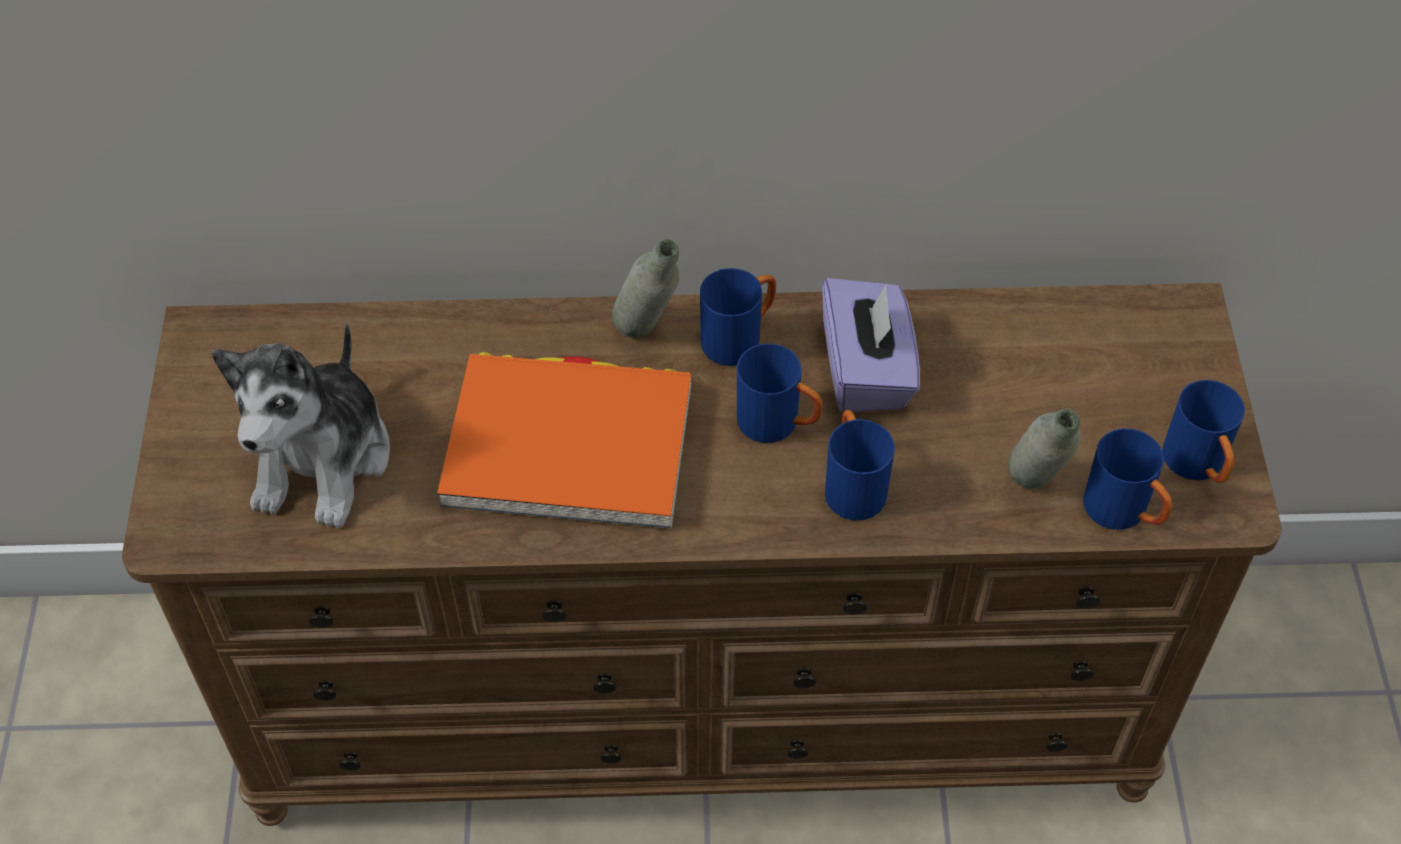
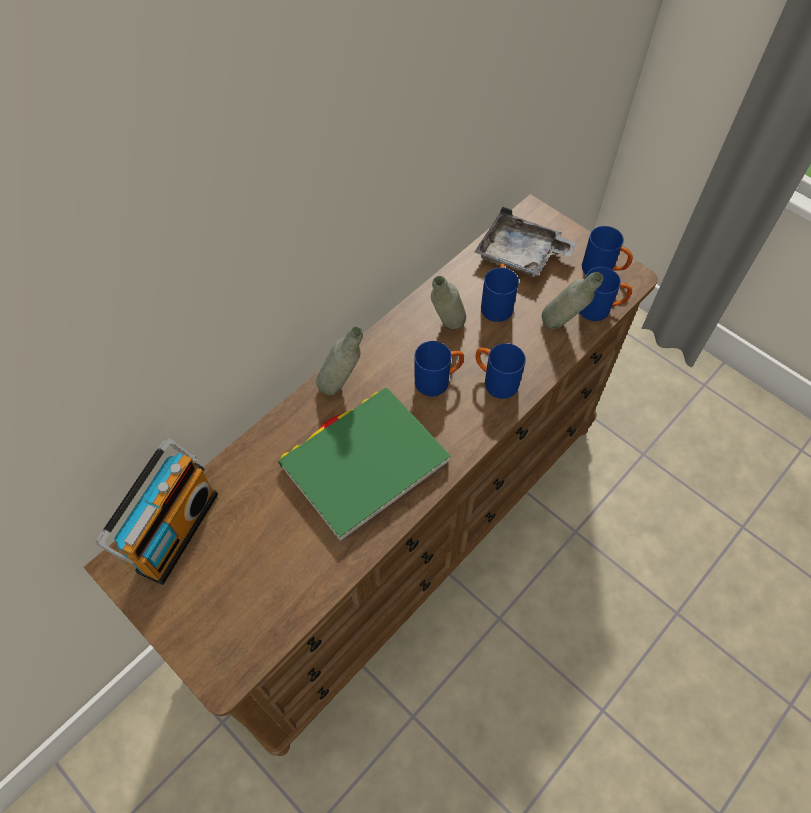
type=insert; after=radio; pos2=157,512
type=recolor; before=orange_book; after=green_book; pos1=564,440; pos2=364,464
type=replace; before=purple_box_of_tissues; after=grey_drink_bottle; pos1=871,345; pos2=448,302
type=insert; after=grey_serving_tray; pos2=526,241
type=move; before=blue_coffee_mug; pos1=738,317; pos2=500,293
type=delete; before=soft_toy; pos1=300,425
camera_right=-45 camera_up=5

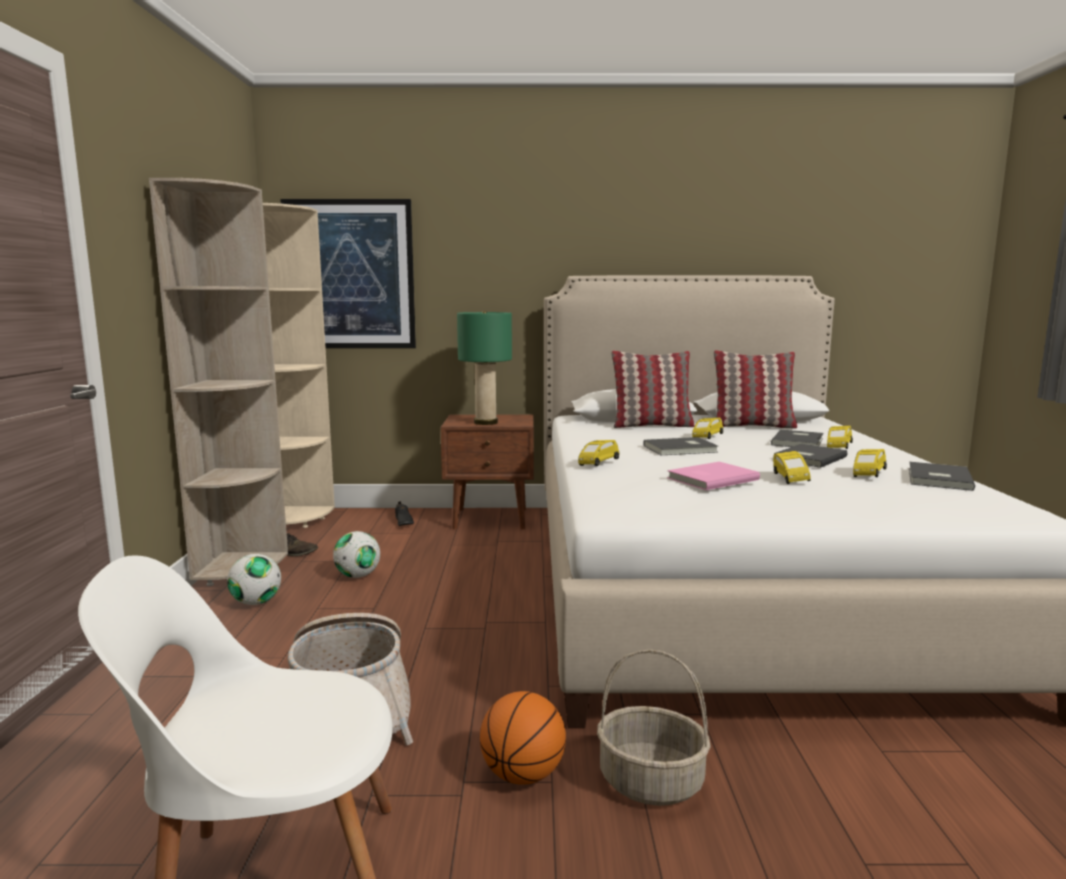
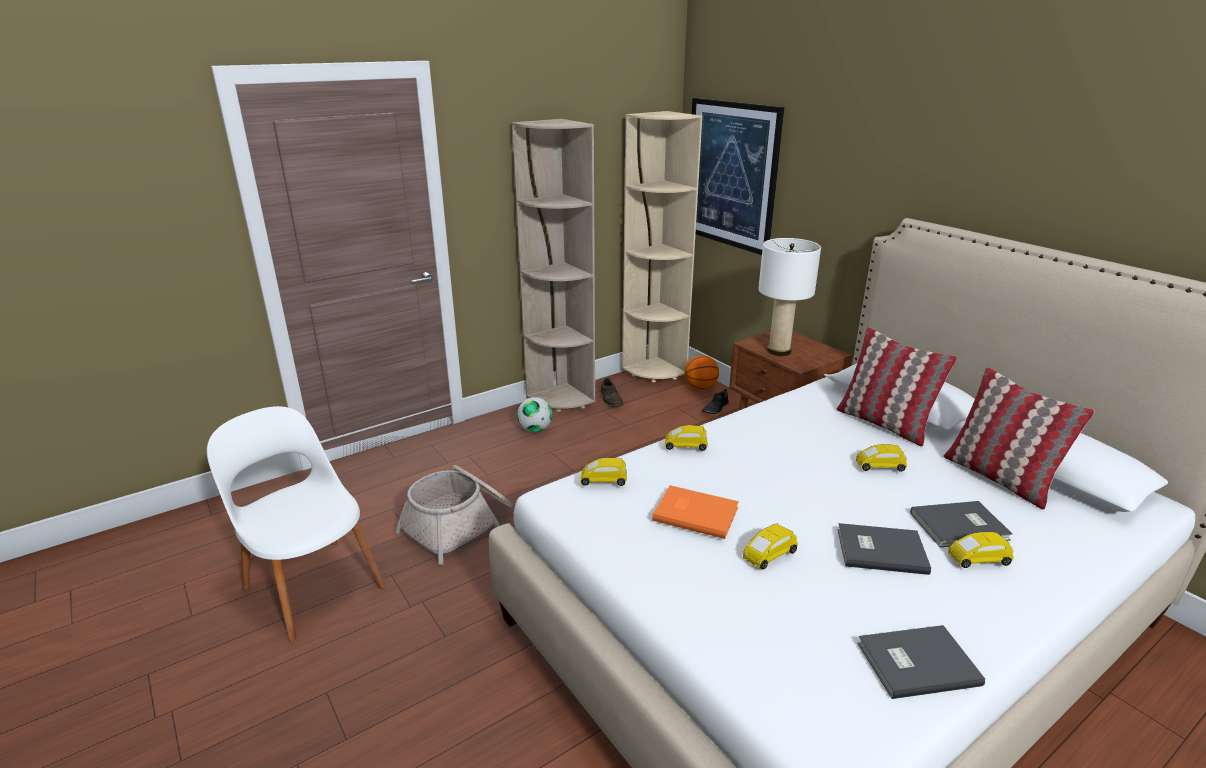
type=move; before=yellow-coloured_toy_car; pos1=870,463; pos2=603,471
type=recolor; before=pink_book; after=orange_book; pos1=713,476; pos2=695,512
type=move; before=basketball; pos1=523,738; pos2=701,372
type=recolor; before=green_lamp_for_a_table; after=white-coloured_lamp_for_a_table; pos1=484,368; pos2=789,297
type=delete; before=football_ball; pos1=356,554
type=delete; before=storage_basket; pos1=654,727
type=delete; before=grey_book; pos1=681,446
camera_right=55 camera_up=15

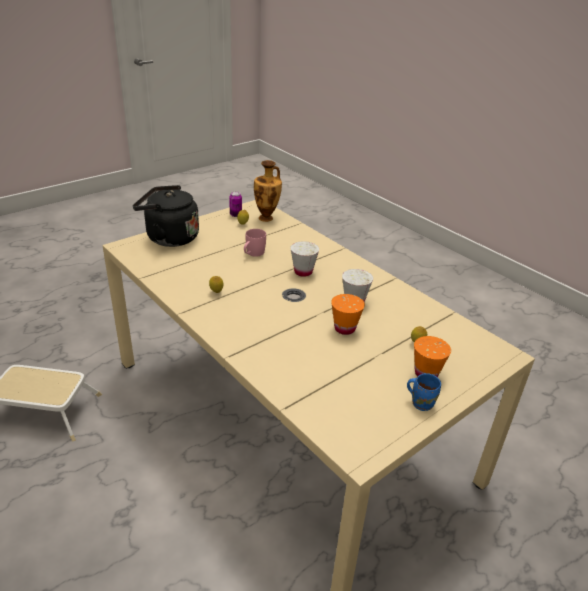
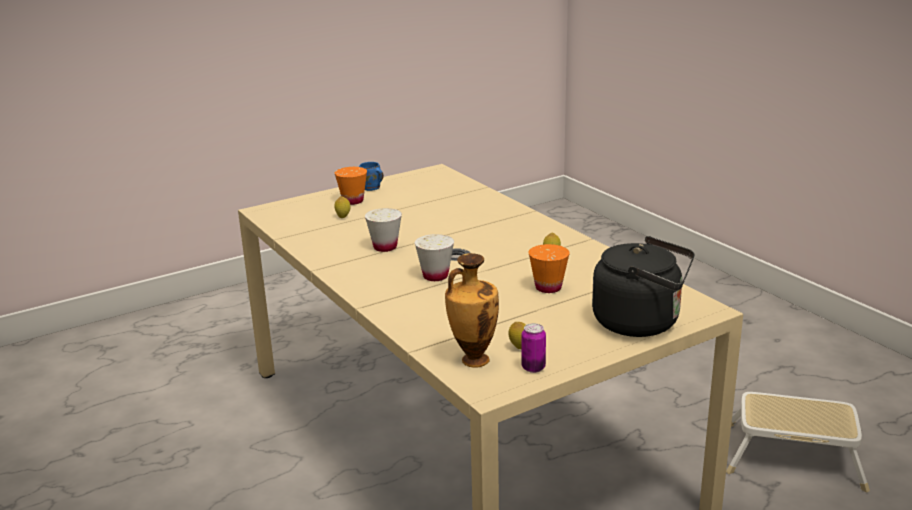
type=move; before=orange_small_cup; pos1=348,314; pos2=549,268
type=delete; before=pink_coffee_mug; pos1=255,243
camera_right=-170 camera_up=-10

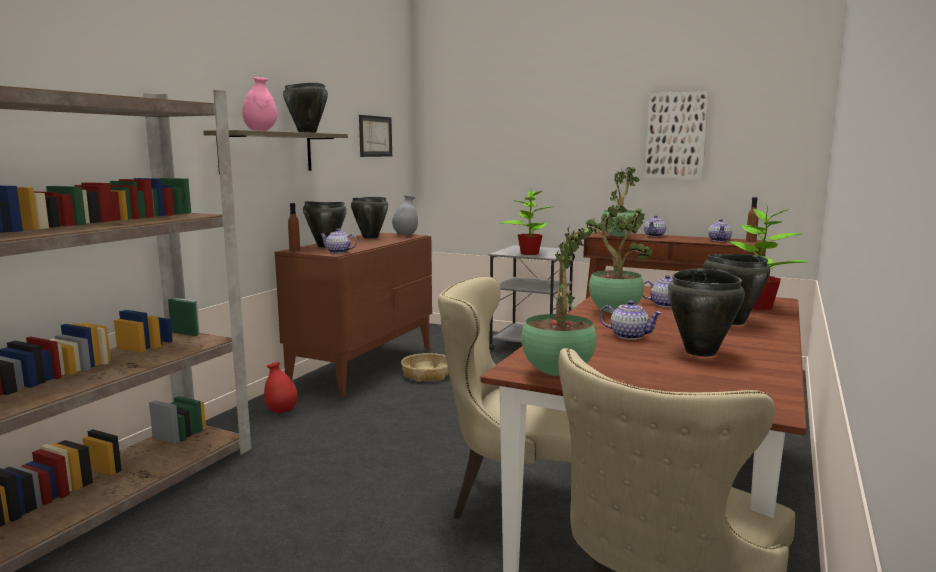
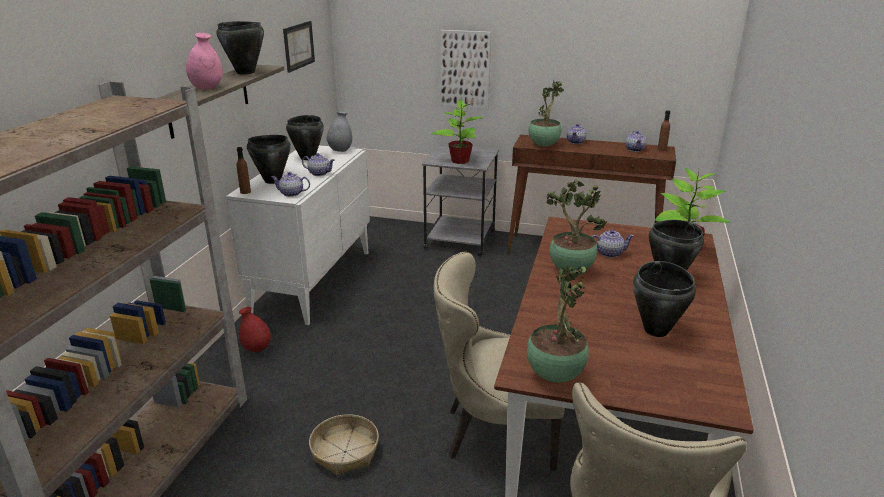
type=recolor; before=brown_cupboard; after=white-coloured_cupboard; pos1=353,315; pos2=298,235
type=move; before=pot_for_tea; pos1=630,320; pos2=318,164
type=move; before=storage_basket; pos1=425,367; pos2=344,445
type=move; before=wall_art; pos1=677,135; pos2=465,70
camera_right=-10 camera_up=15

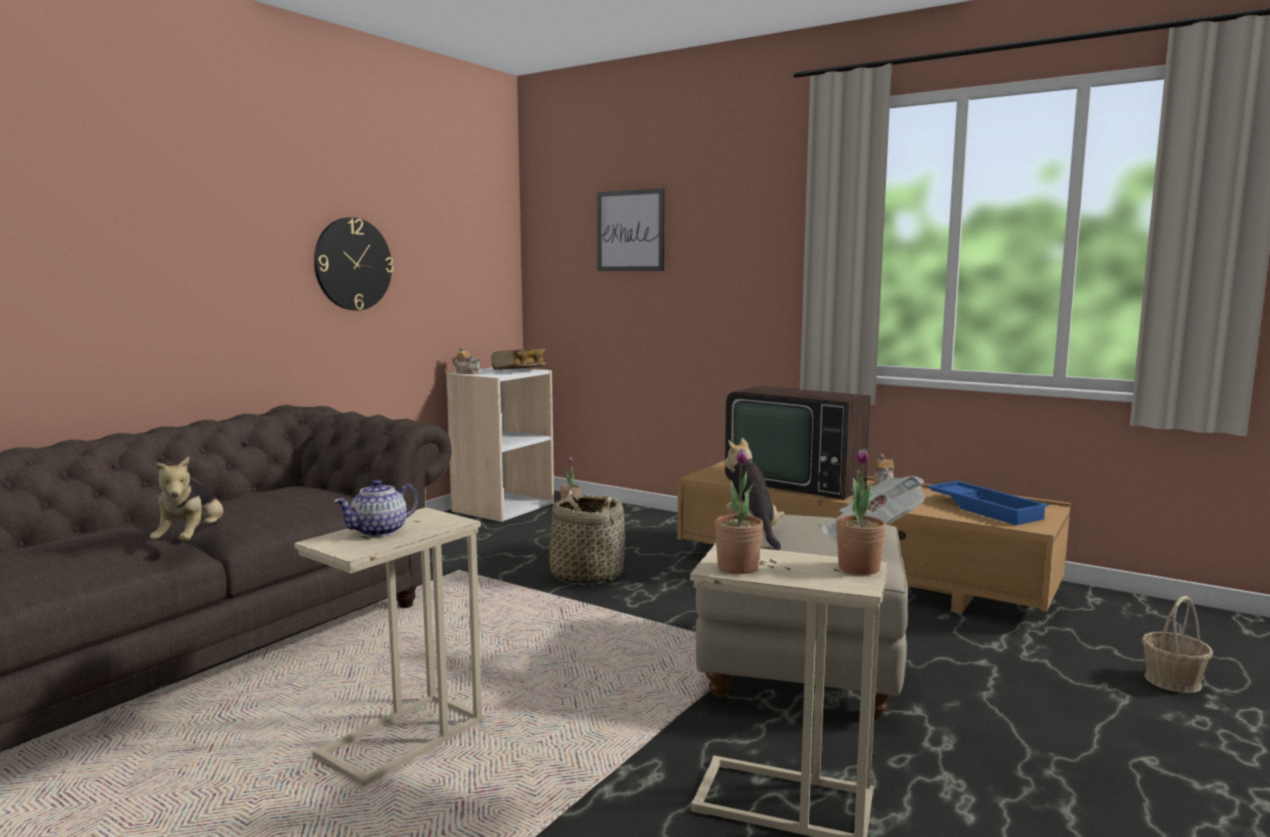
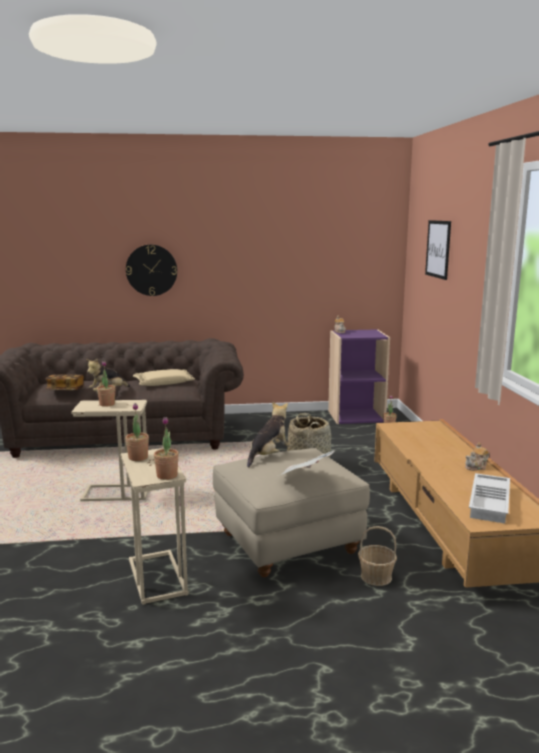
type=move; before=book; pos1=519,359; pos2=64,382
type=replace; before=pot_for_tea; after=houseplant; pos1=376,508; pos2=106,384
type=move; before=clock_on_the_wall; pos1=354,263; pos2=151,270
type=insert; after=sand-coloured_pillow; pos2=164,377
type=recolor; before=white-coloured_shelving_unit; after=purple_shelving_unit; pos1=500,445; pos2=359,376
type=move; before=storage_basket; pos1=1177,644; pos2=377,556
type=recolor; before=blue_serving_tray; after=white-coloured_serving_tray; pos1=988,503; pos2=489,498
type=delete; before=television; pos1=798,443
camera_right=50 camera_up=5

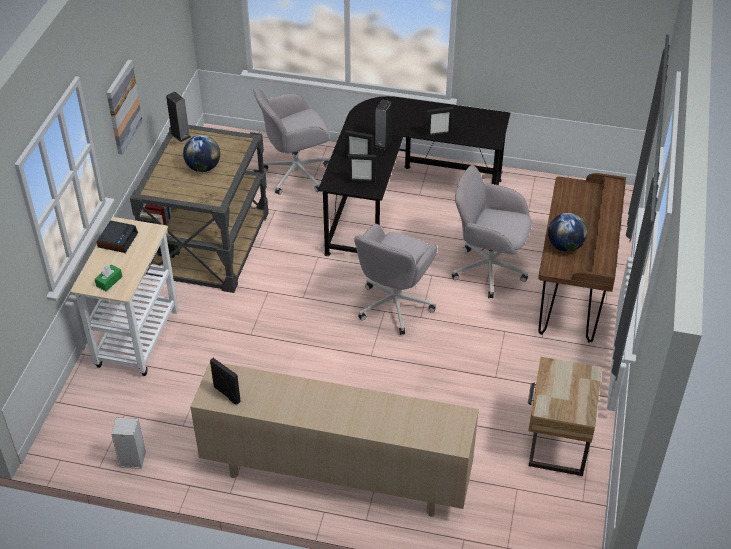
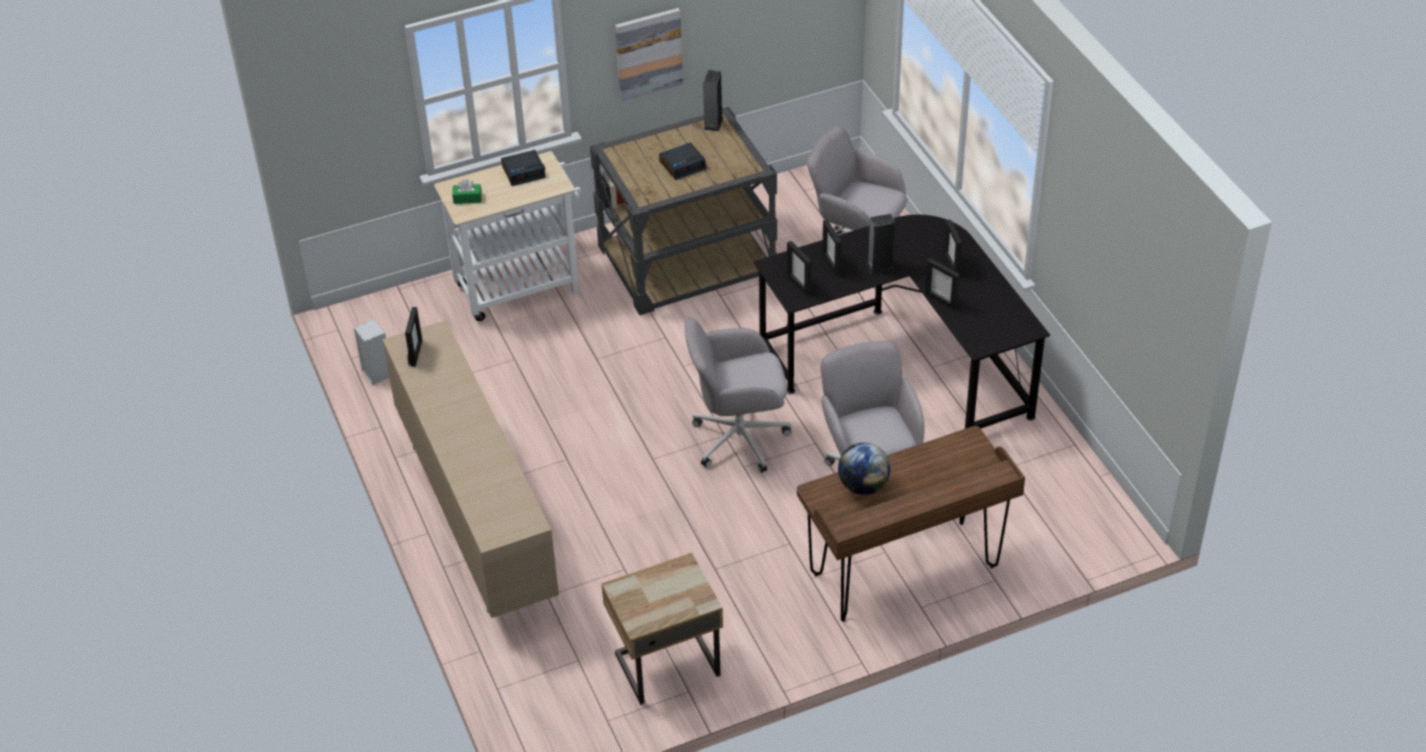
type=replace; before=globe; after=table_clock; pos1=201,153; pos2=682,161
type=insert; after=photo_frame; pos2=953,246
camera_right=55 camera_up=0

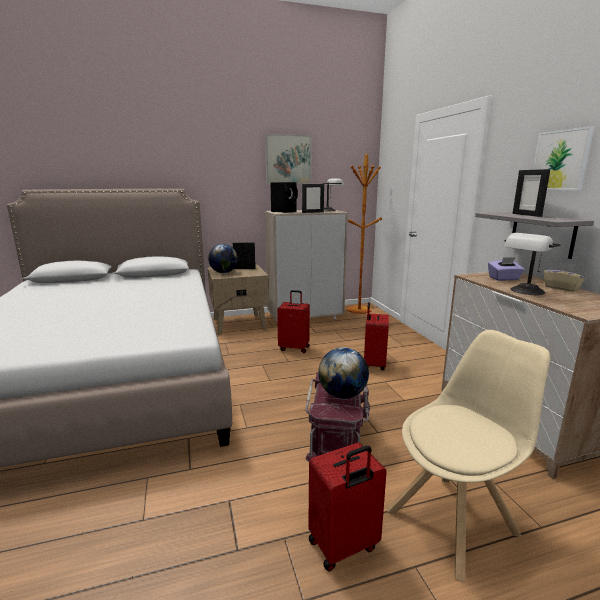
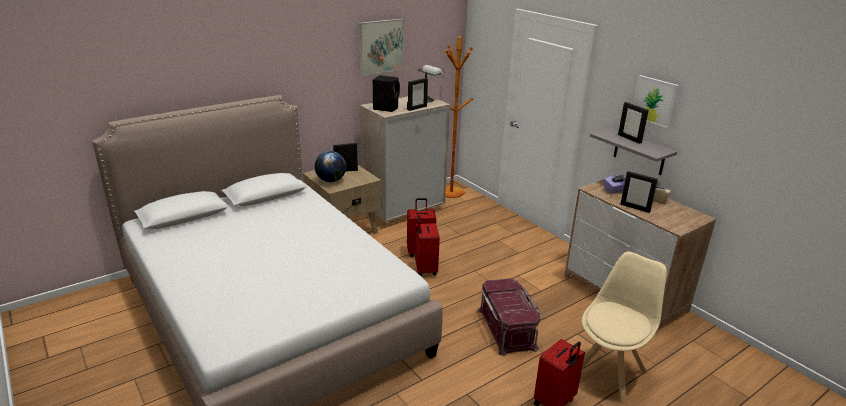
type=move; before=red_suitcase; pos1=376,336; pos2=427,246
type=replace; before=lamp_for_a_table; after=photo_frame; pos1=532,264; pos2=639,192
type=delete; before=globe; pos1=343,373
camera_right=-20 camera_up=10

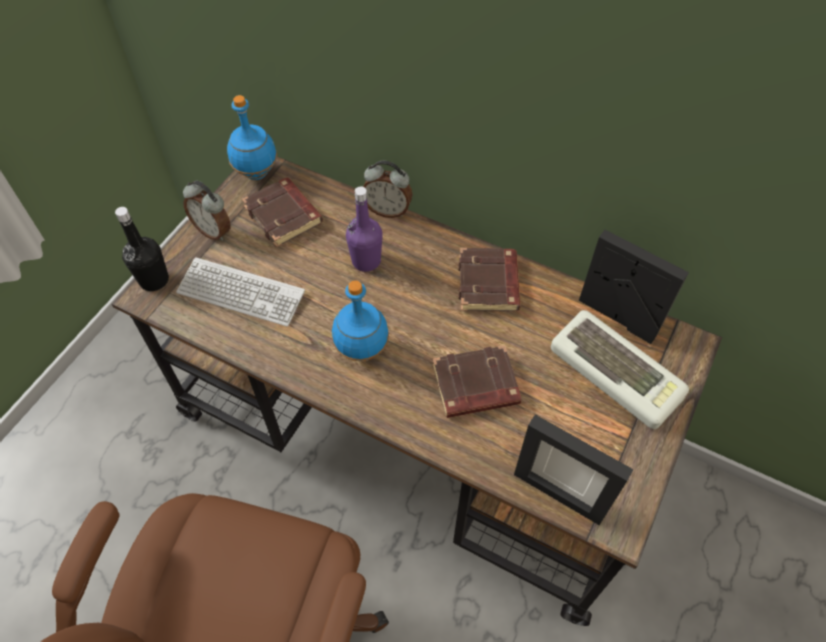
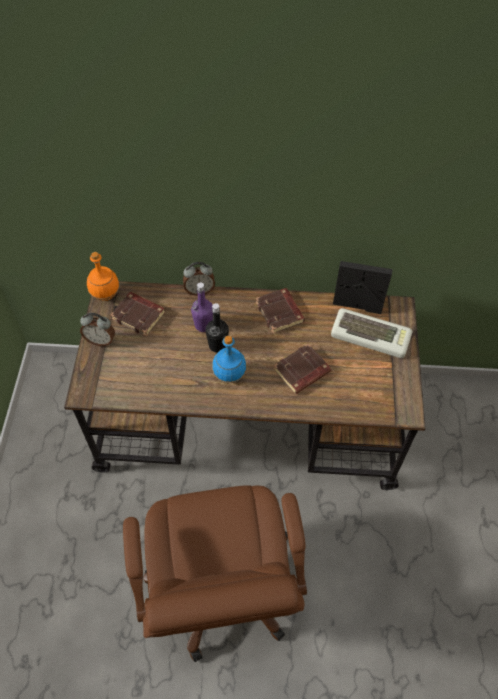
type=recolor; before=blue_drink_bottle; after=orange_drink_bottle; pos1=252,137; pos2=103,276
type=move; before=blackish_drink_bottle; pos1=142,249; pos2=217,327
type=delete; before=keyboard; pos1=240,292
type=delete; before=photo_frame; pos1=573,470
camera_right=-25 camera_up=0

